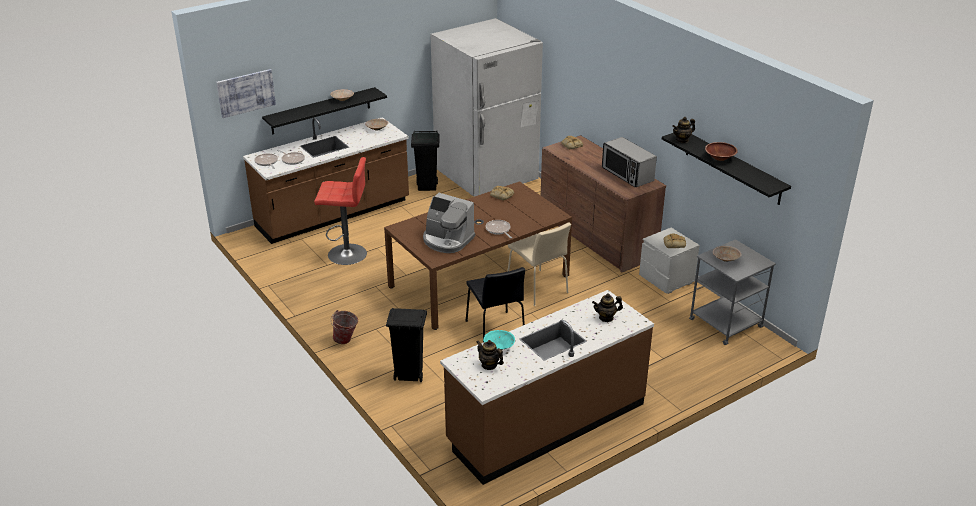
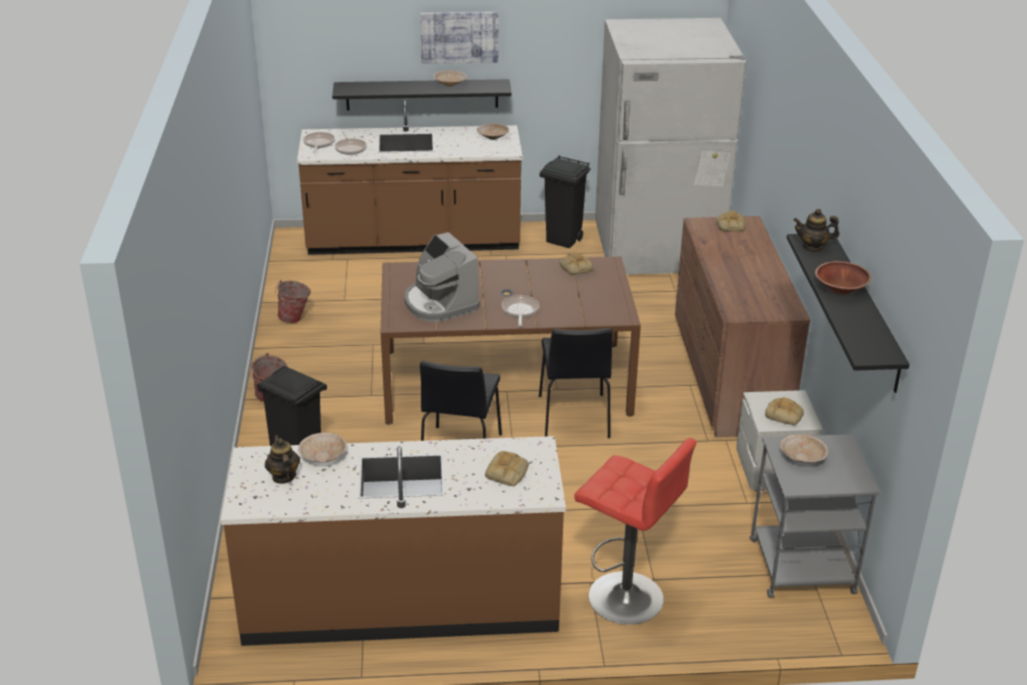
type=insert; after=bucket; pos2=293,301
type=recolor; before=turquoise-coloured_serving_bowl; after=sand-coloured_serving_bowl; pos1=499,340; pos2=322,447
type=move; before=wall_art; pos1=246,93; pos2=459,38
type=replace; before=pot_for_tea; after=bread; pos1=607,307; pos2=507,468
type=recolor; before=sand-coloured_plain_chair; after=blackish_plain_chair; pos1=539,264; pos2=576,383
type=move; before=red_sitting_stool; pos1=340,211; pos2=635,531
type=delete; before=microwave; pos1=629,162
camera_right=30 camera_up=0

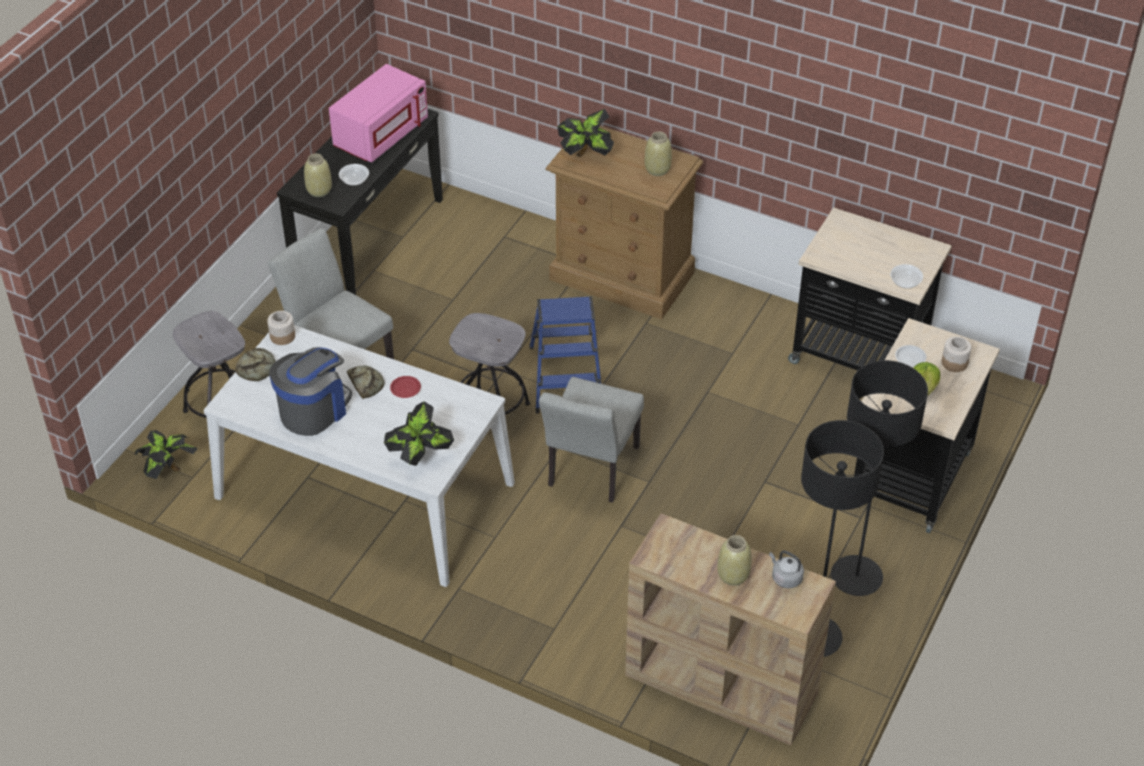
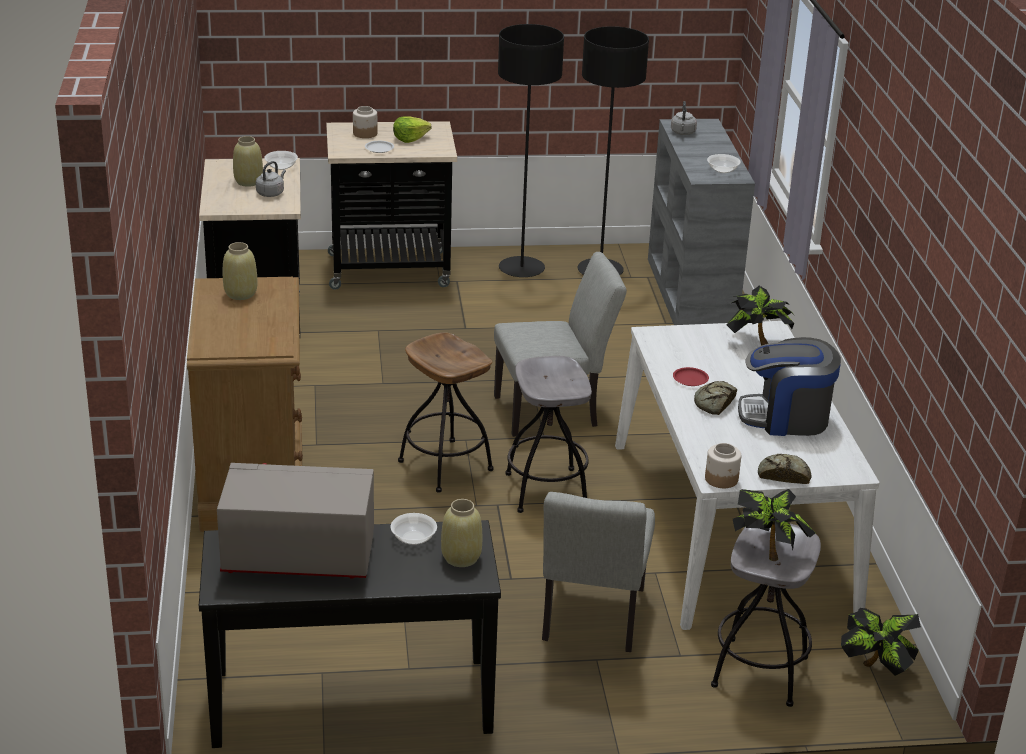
type=recolor; before=pink_microwave; after=grey_microwave; pos1=378,113; pos2=295,521
type=move; before=sand-coloured_flower_vase; pos1=734,560; pos2=248,161
type=insert; after=grey_water_kettle; pos2=271,179
type=replace; before=blue_step_ladder; after=brown_sitting_stool; pos1=565,354; pos2=446,412
type=recolor; before=brown_shelving_unit; after=grey_shelving_unit; pos1=730,629; pos2=701,222
type=insert; after=serving_bowl; pos2=724,163
type=move; before=houseplant; pos1=585,133; pos2=774,525
camera_right=-125 camera_up=-15

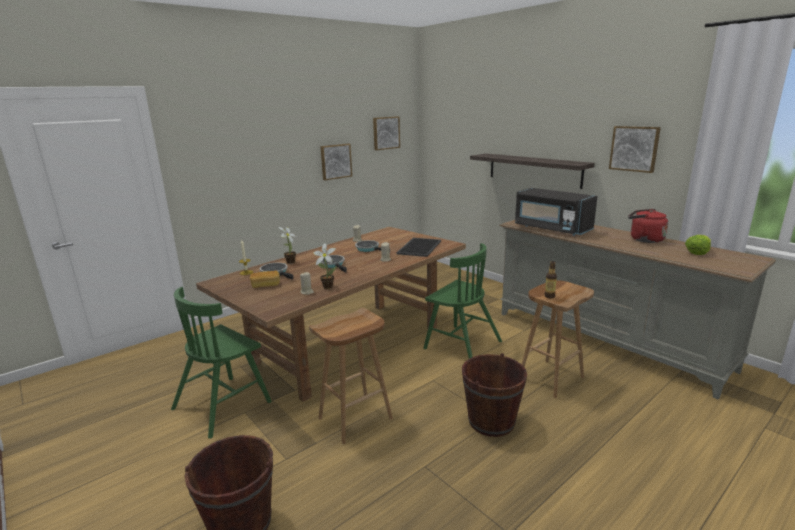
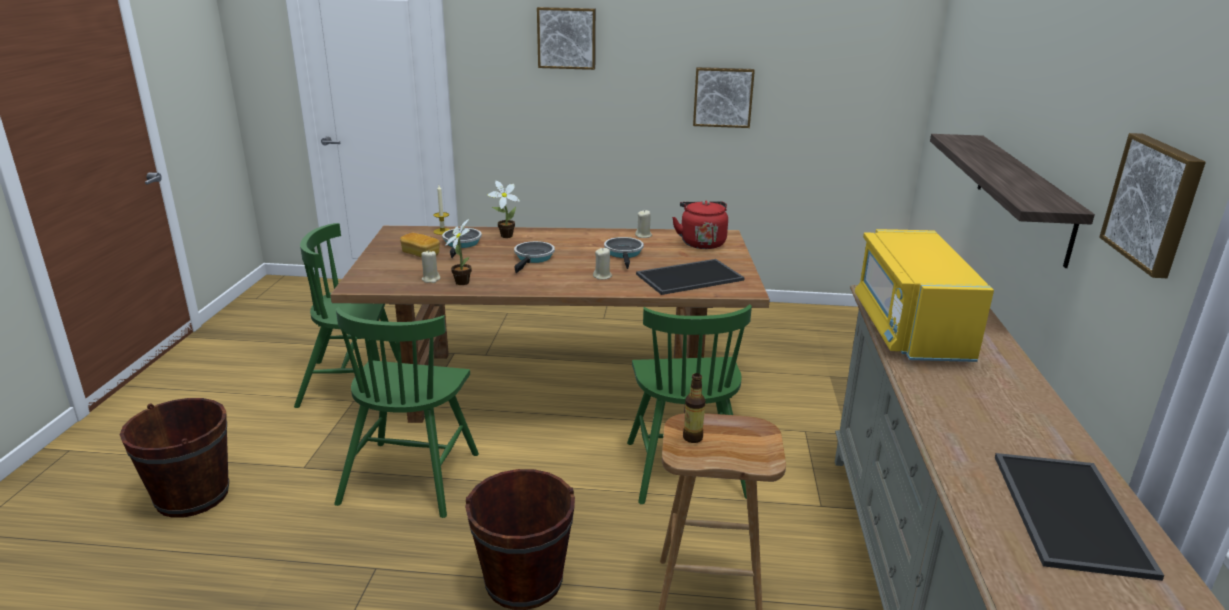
type=replace; before=brown_sitting_stool; after=green_plain_chair; pos1=351,376; pos2=406,412
type=move; before=wall_art; pos1=386,133; pos2=566,38
type=move; before=red_water_kettle; pos1=648,226; pos2=700,225
type=recolor; before=blackish_microwave; after=yellow-coloured_microwave; pos1=556,212; pos2=924,295
type=replace; before=head_of_lettuce; after=serving_tray; pos1=698,245; pos2=1080,517
camera_right=45 camera_up=5

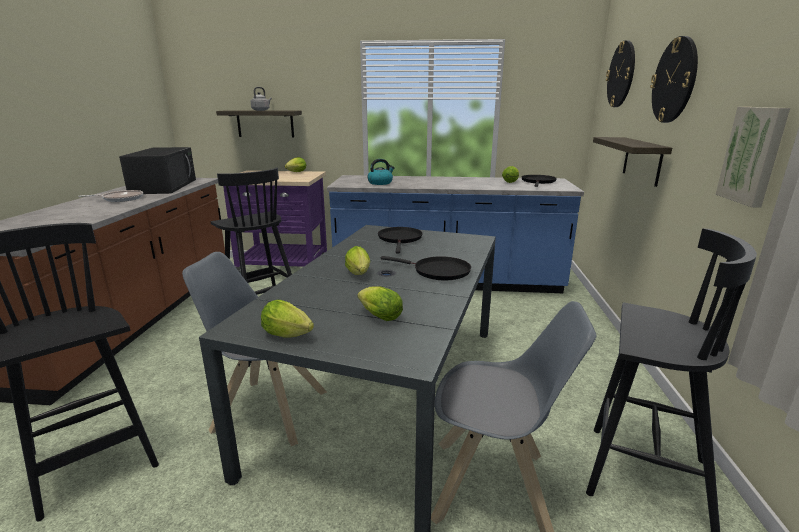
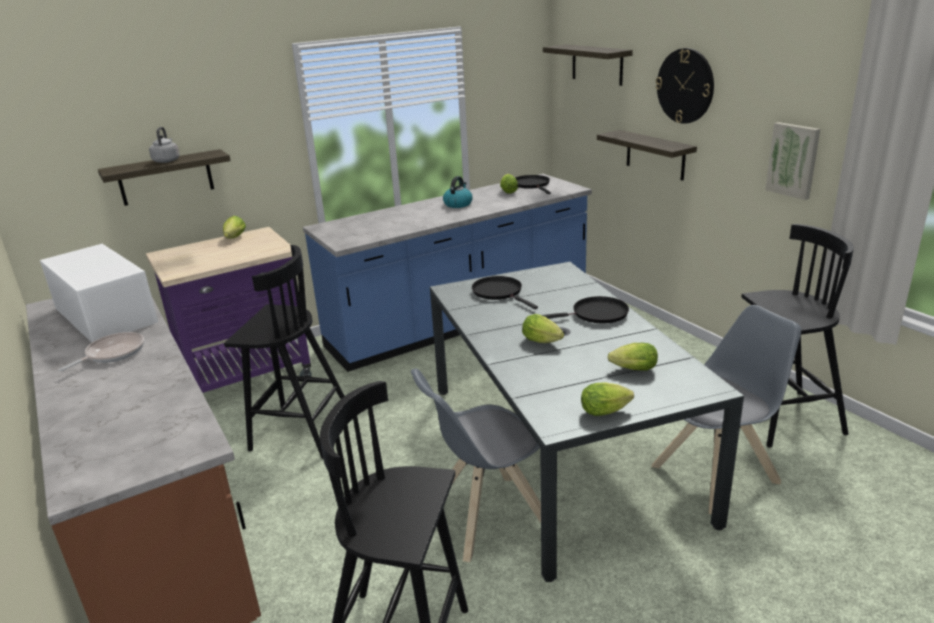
type=recolor; before=blackish_microwave; after=white-coloured_microwave; pos1=157,170; pos2=99,293
type=move; before=water_kettle; pos1=381,172; pos2=458,192
type=replace; before=clock_on_the_wall; after=wall_shelf; pos1=620,73; pos2=588,65
camera_right=-35 camera_up=5

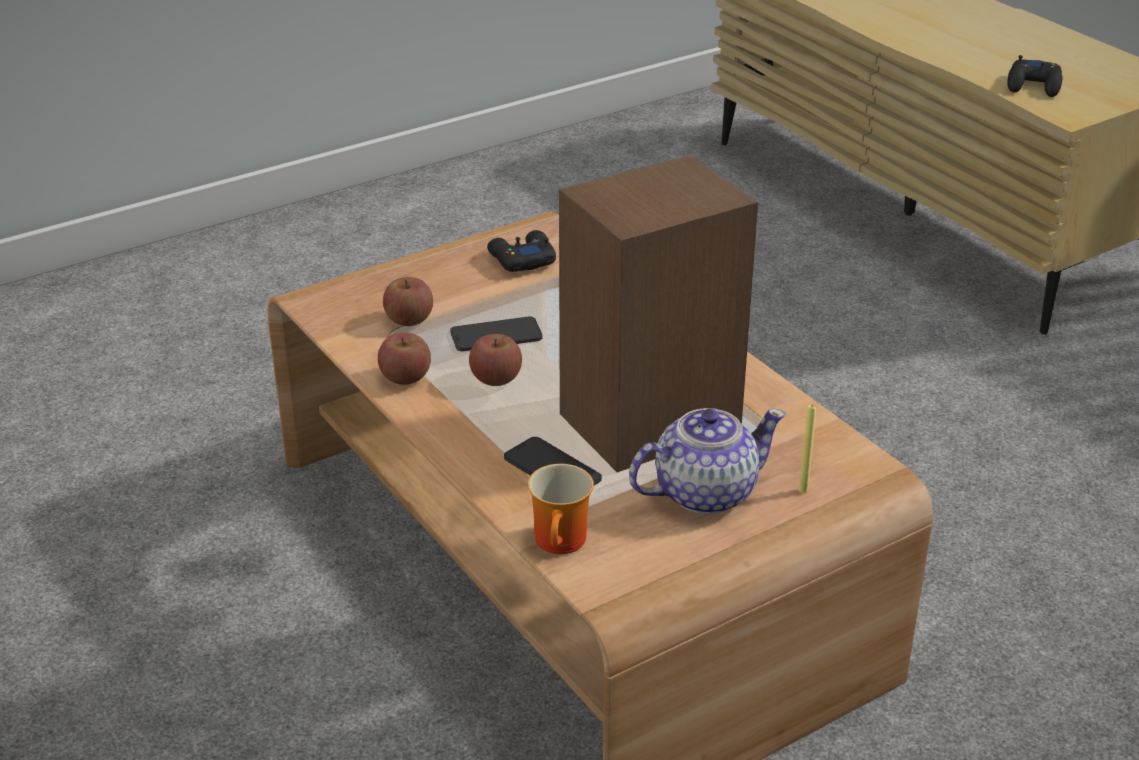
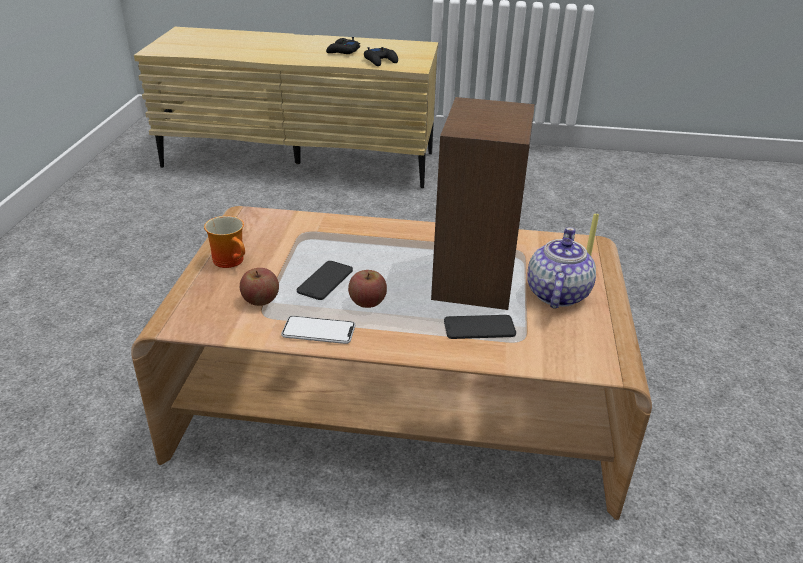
type=move; before=coffee_mug; pos1=561,509; pos2=224,242
type=replace; before=whole_apple; after=phone; pos1=404,359; pos2=318,330
type=move; before=blackish_game_controller; pos1=521,251; pos2=343,45
camera_right=-50 camera_up=0

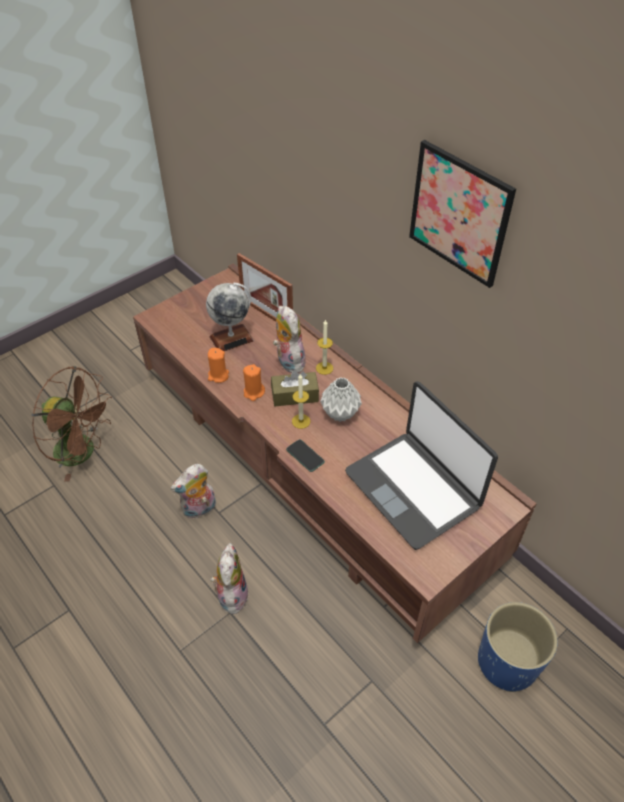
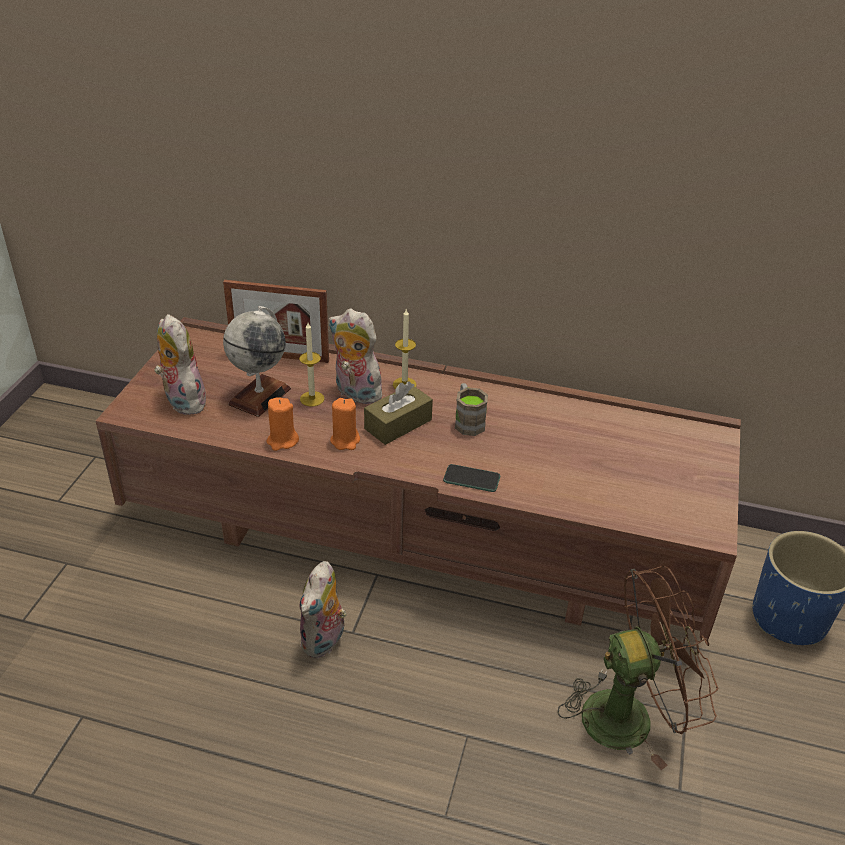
type=move; before=soft_toy; pos1=230,578; pos2=181,364
type=move; before=wax_light; pos1=301,401; pos2=311,365
type=replace; before=grey_flower_vase; after=brown_coffee_mug; pos1=341,399; pos2=471,409
type=move; before=brown_cooling_fan; pos1=71,424; pos2=638,668
type=delete; before=laptop; pos1=421,465
type=delete; before=wall_art; pos1=462,214
camera_right=-35 camera_up=-10

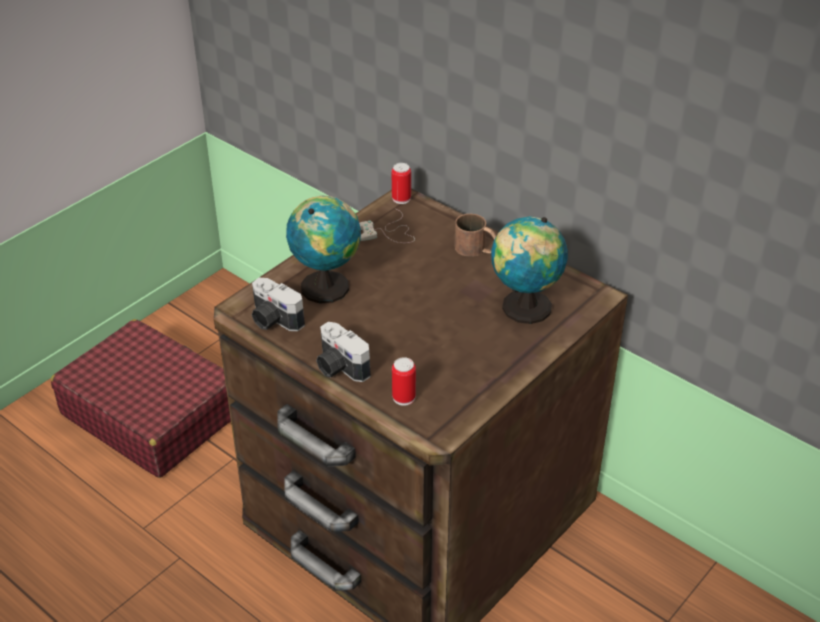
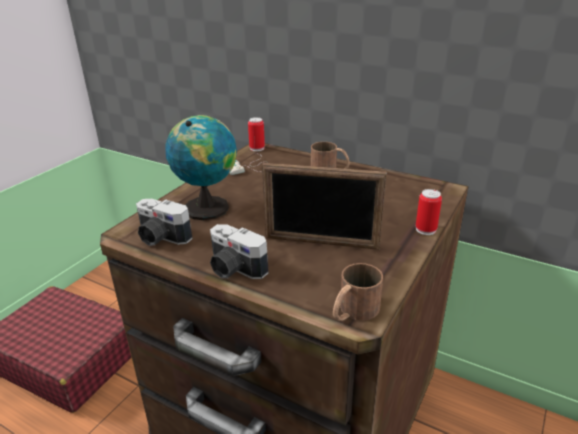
type=insert; after=photo_frame; pos2=324,206
type=insert; after=brown_coffee_mug; pos2=358,292
type=move; before=sealed_can; pos1=404,381; pos2=429,212
type=delete; before=globe; pos1=529,270
camera_right=-10 camera_up=-10

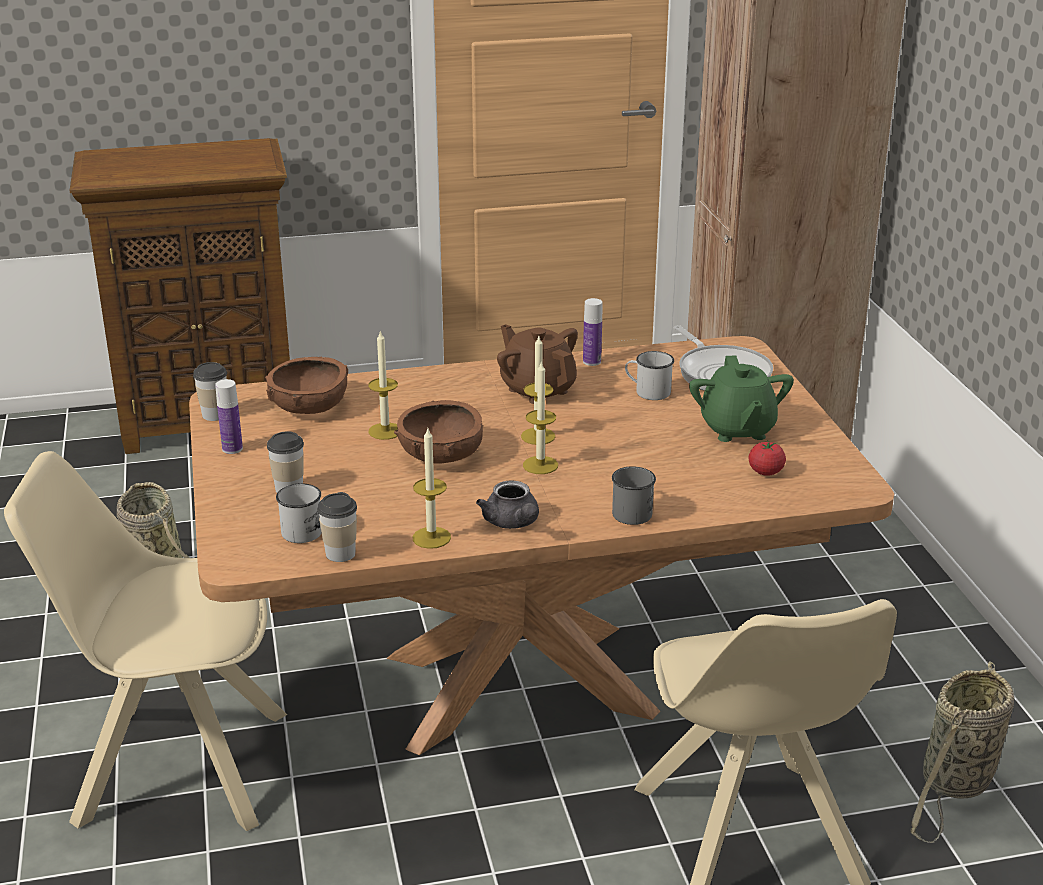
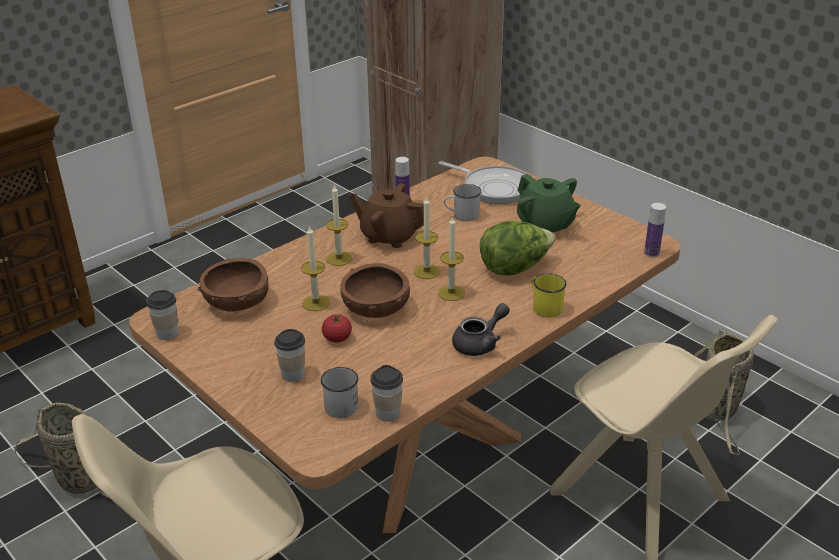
type=move; before=tomato; pos1=767,458; pos2=337,328
type=move; before=wax_light; pos1=431,489; pos2=339,225
type=rotate; before=grey_pot_for_tea; pos1=507,504; pos2=481,329; turn=-75
type=insert; after=head_of_lettuce; pos2=517,248
type=recolor; before=grey_coffee_mug; after=yellow-coloured_coffee_mug; pos1=634,495; pos2=549,295
type=move; before=drink_bottle; pos1=229,416; pos2=655,230
camera_right=-30 camera_up=5

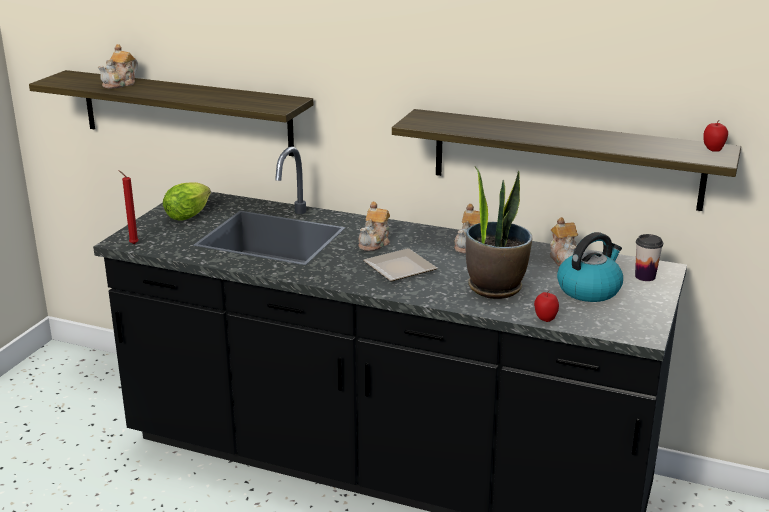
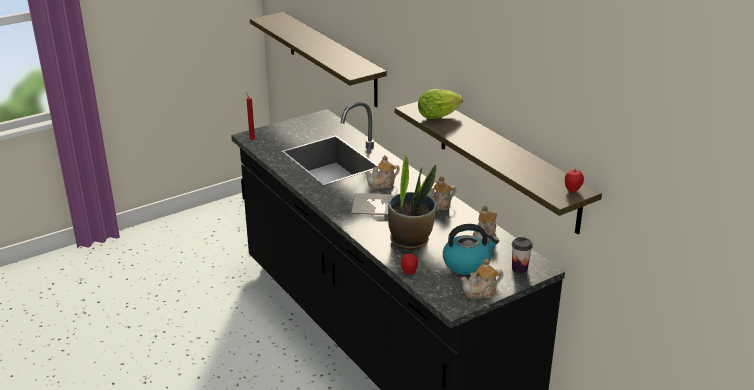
type=move; before=head_of_lettuce; pos1=187,201; pos2=440,104
type=move; before=pot_for_tea; pos1=118,66; pos2=482,278
camera_right=35 camera_up=5

